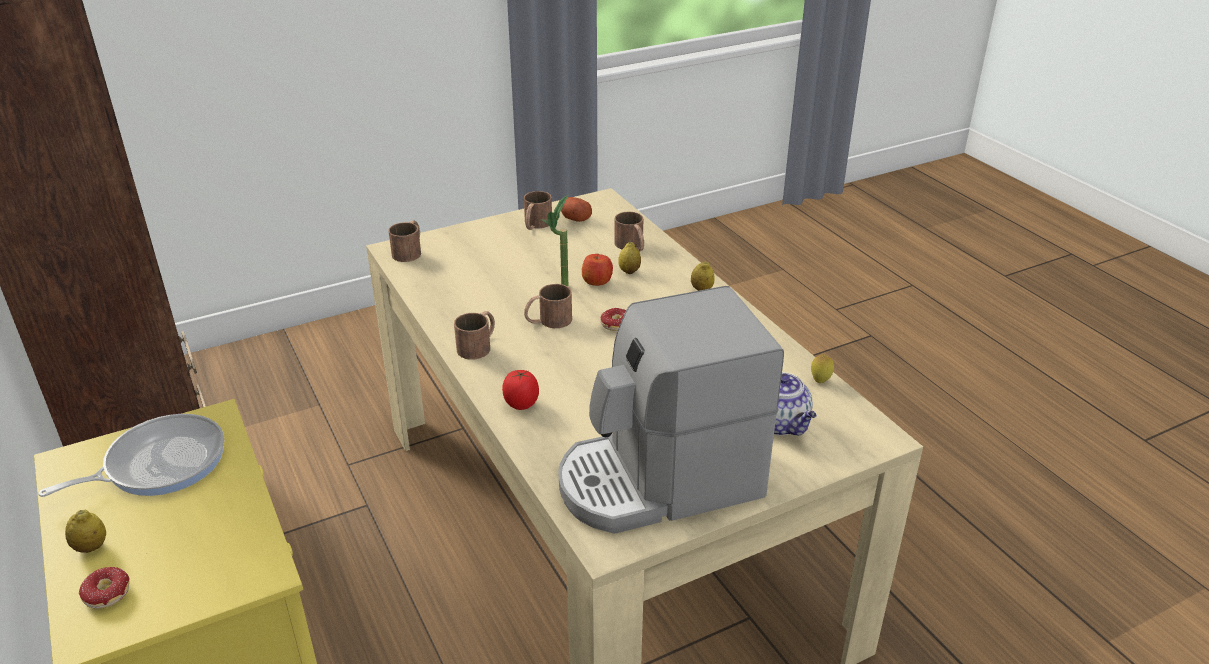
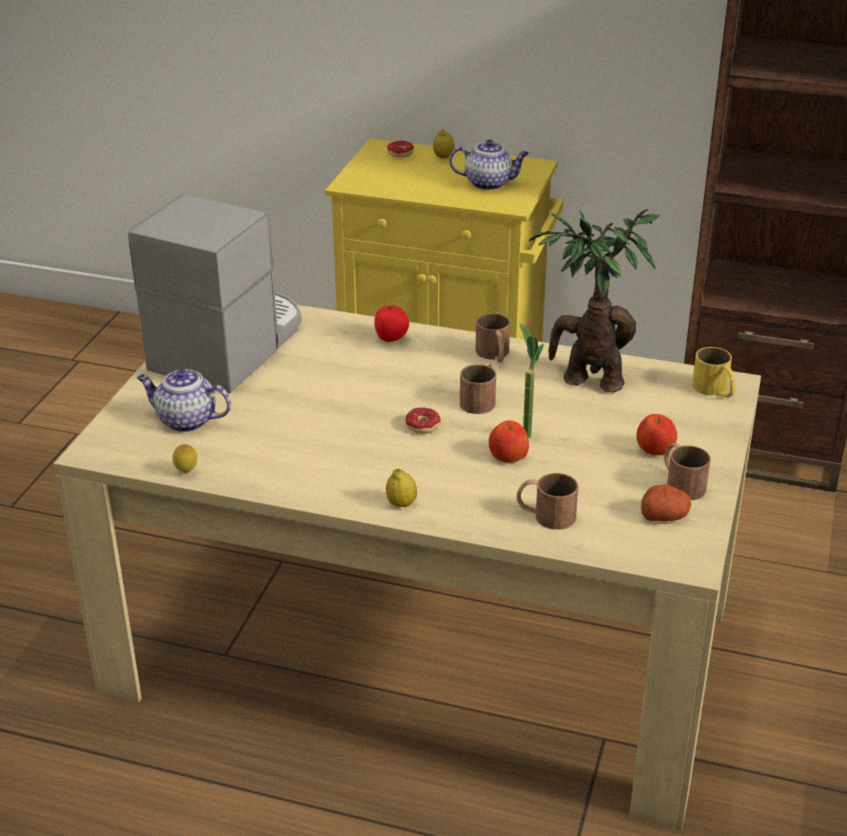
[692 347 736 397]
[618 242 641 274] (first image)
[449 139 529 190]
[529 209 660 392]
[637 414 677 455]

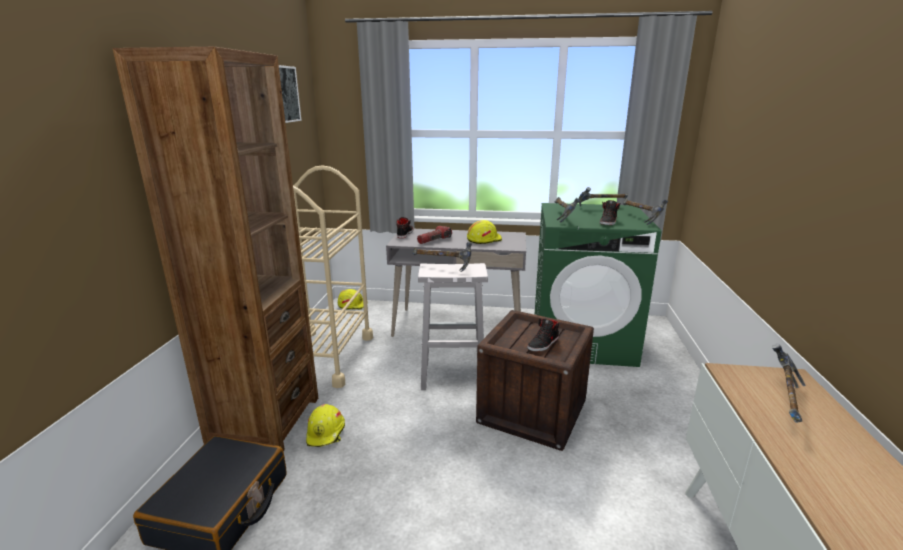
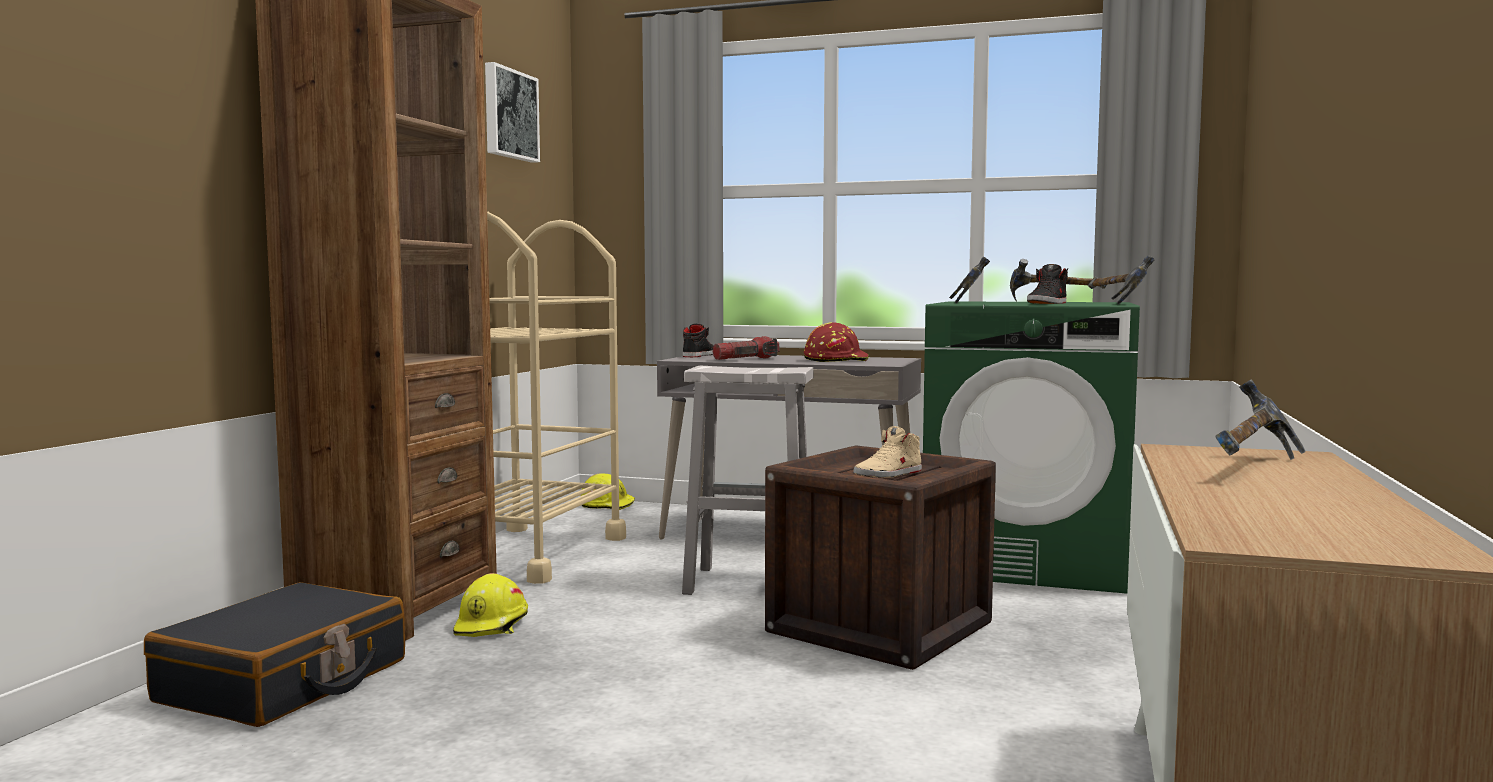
[804 322 869 362]
[413 242 472 272] (first image)
[853 426 922 478]

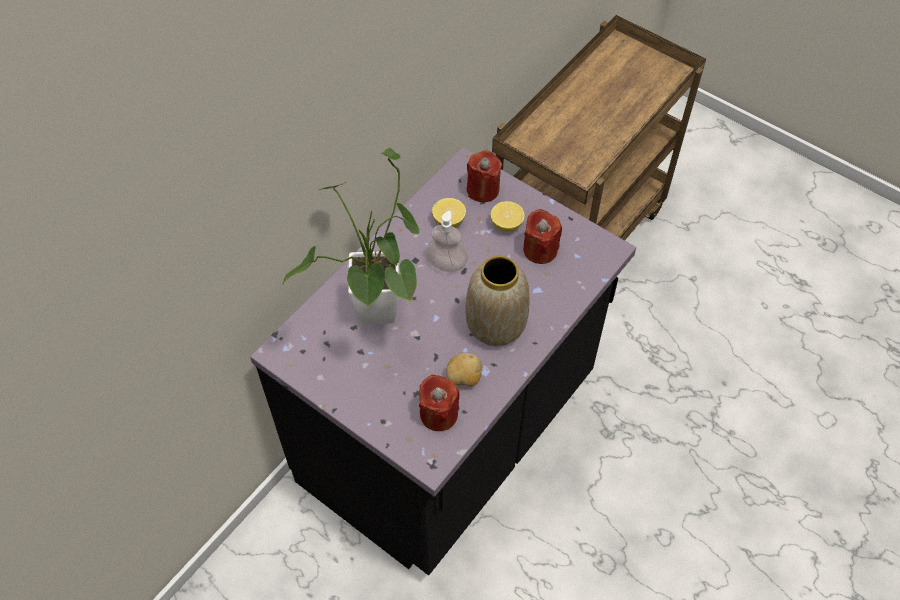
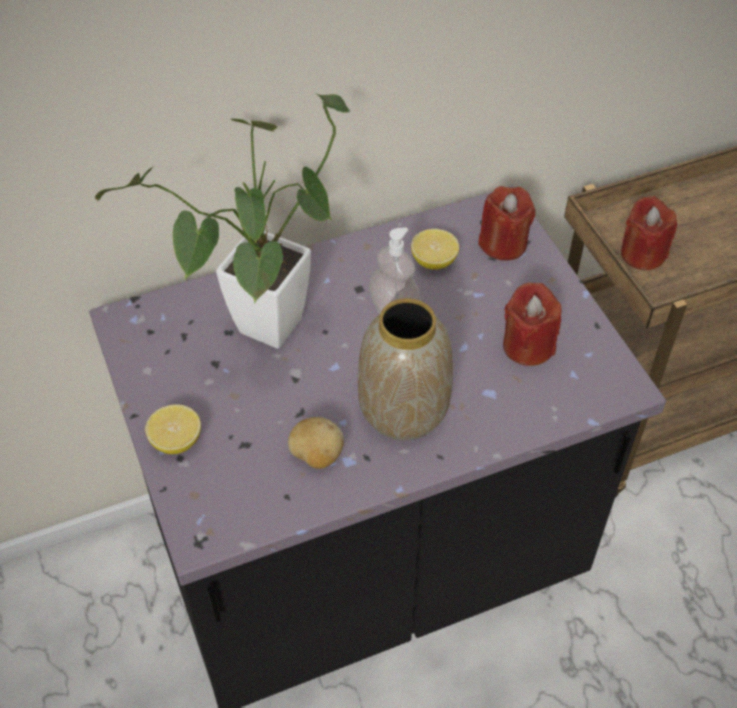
[145 404 201 454]
[621 196 677 270]

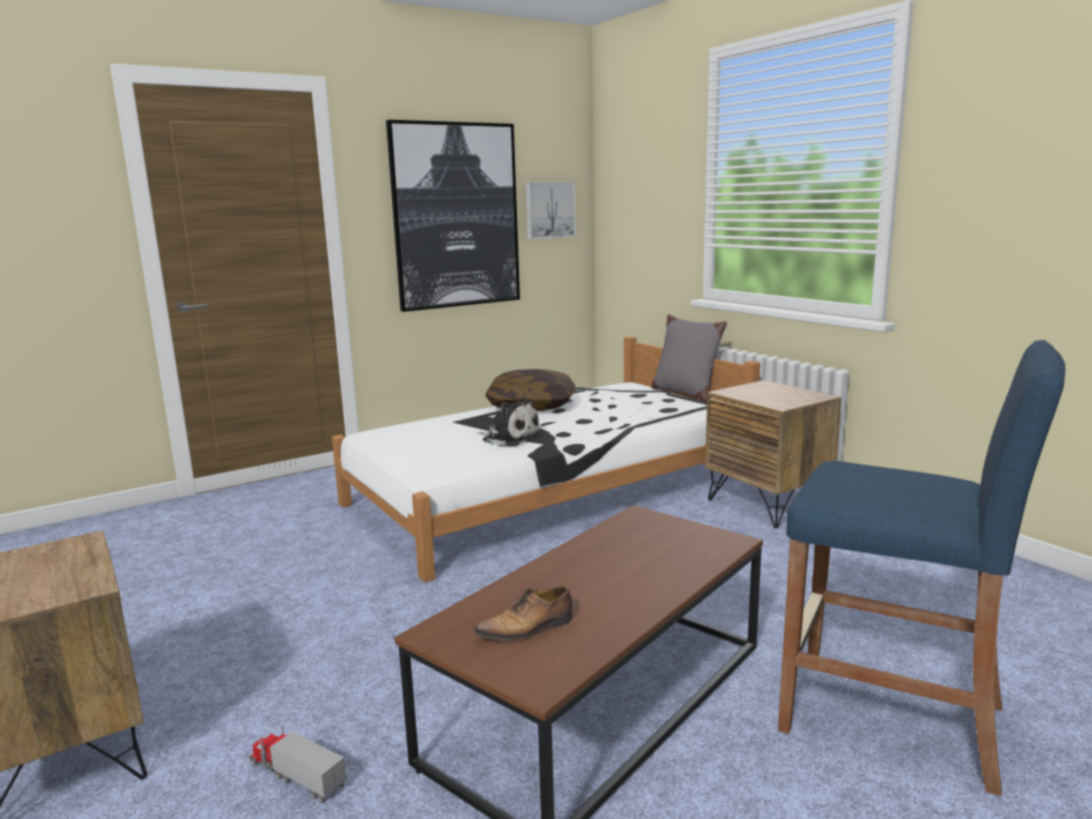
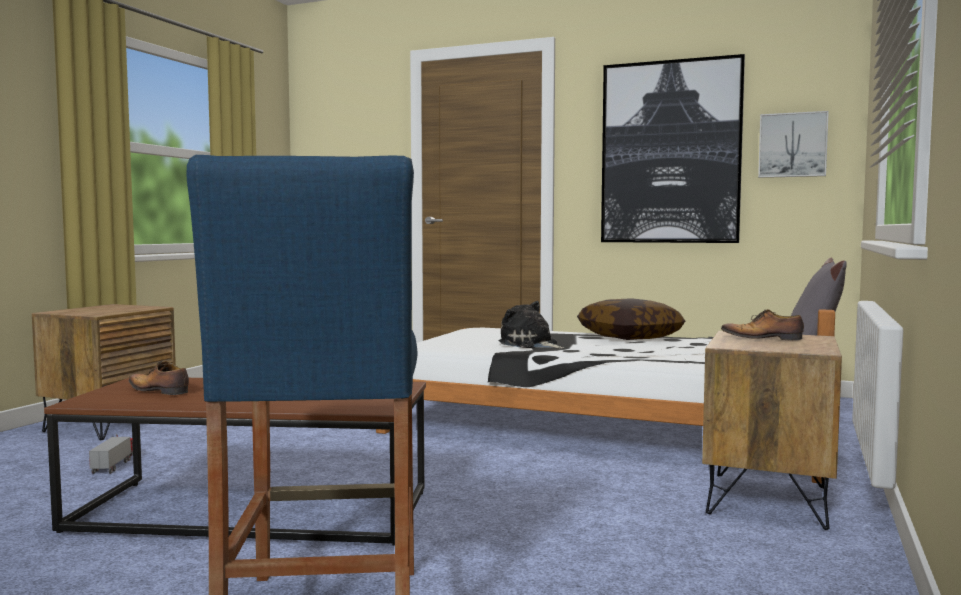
[499 301 564 349]
[721 309 804 340]

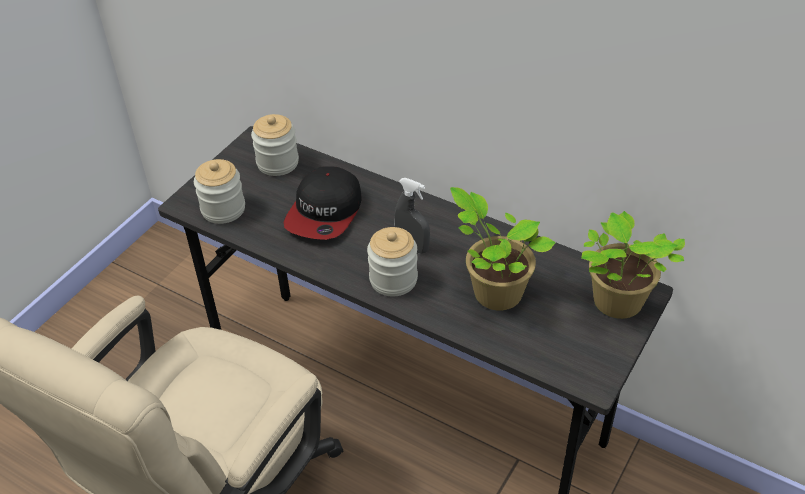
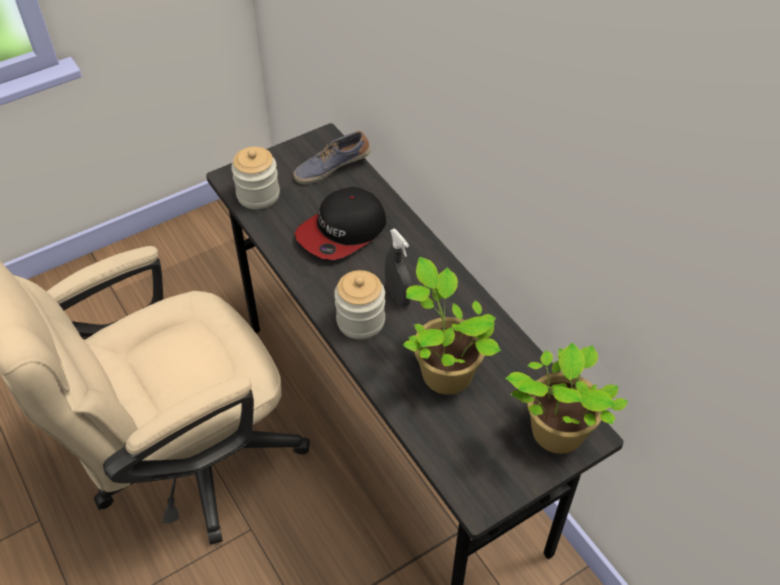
[293 131 371 184]

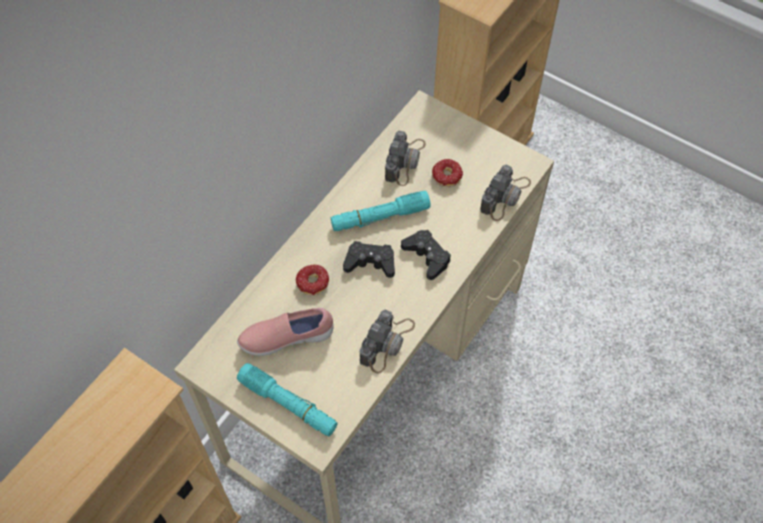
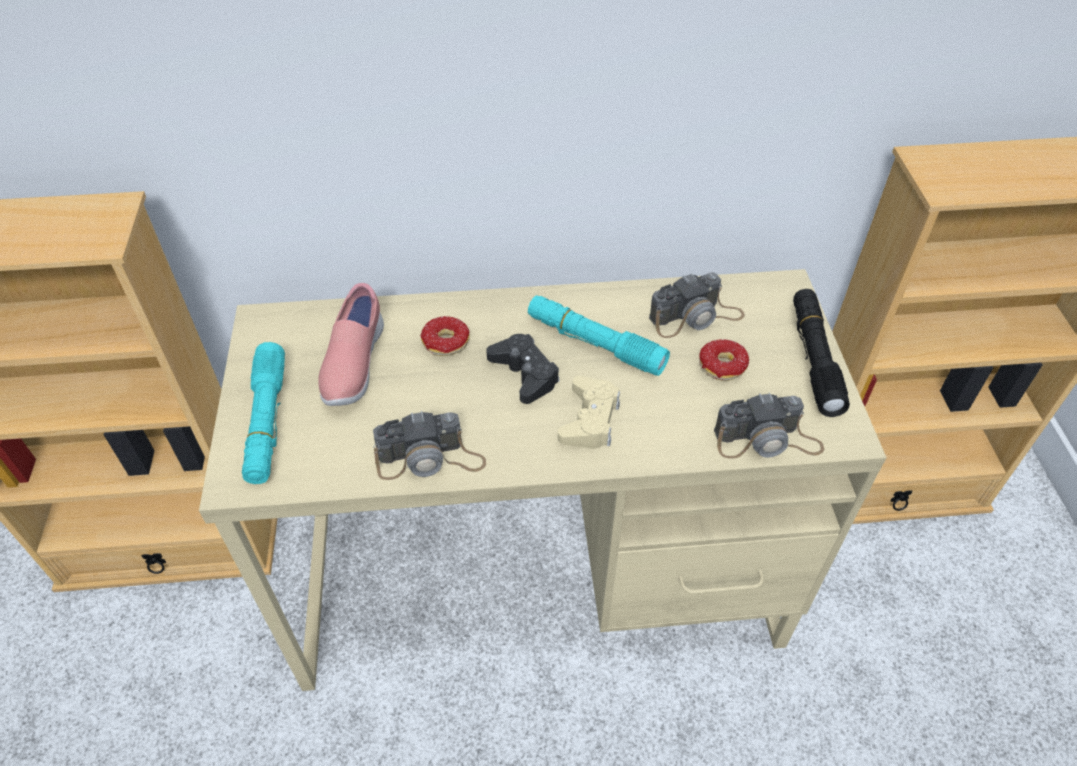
[558 376 620 449]
[318 283 384 406]
[793 289 850 417]

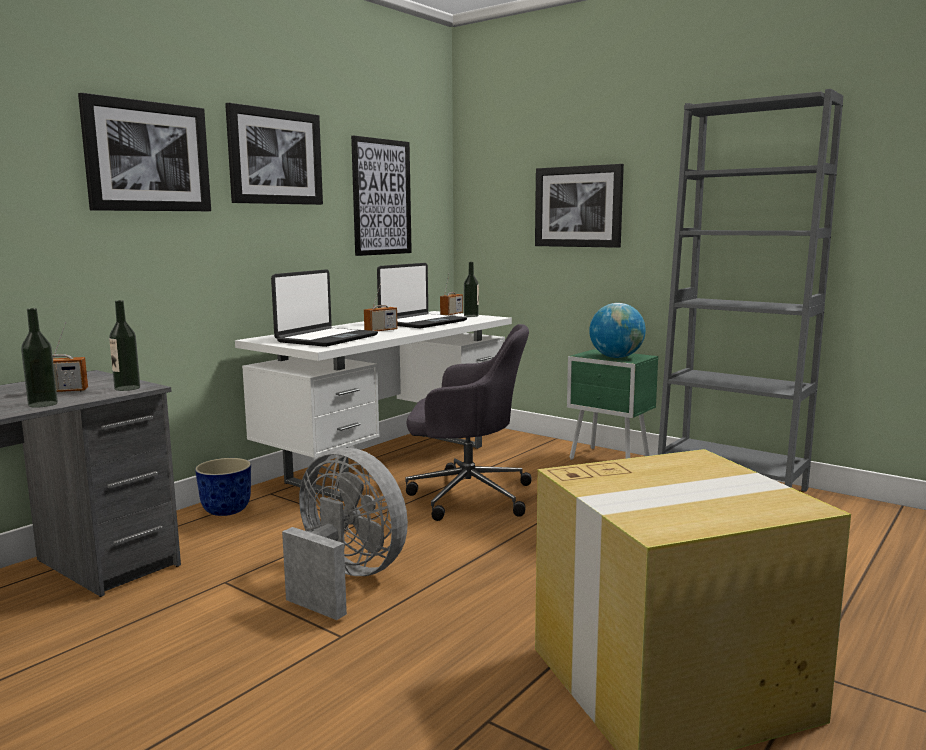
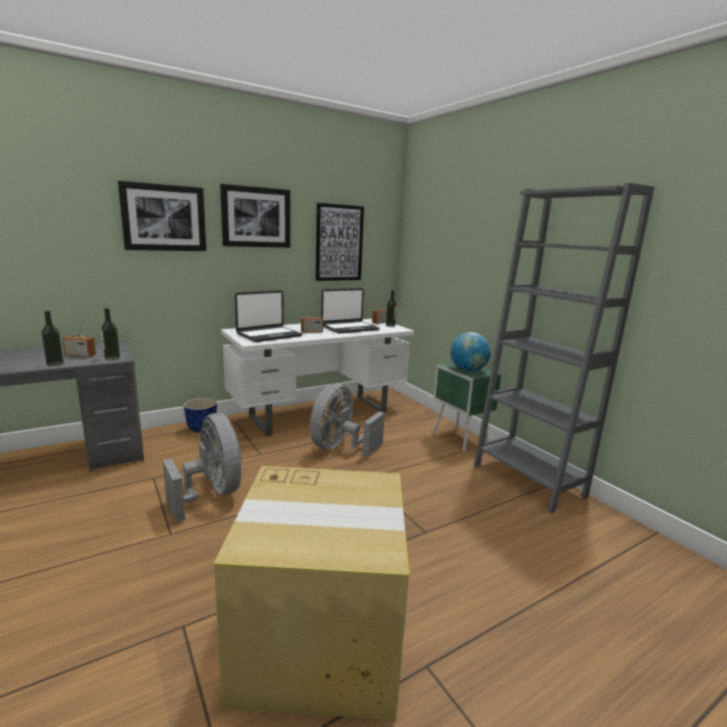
[535 164 624 248] (first image)
[310 384 385 457]

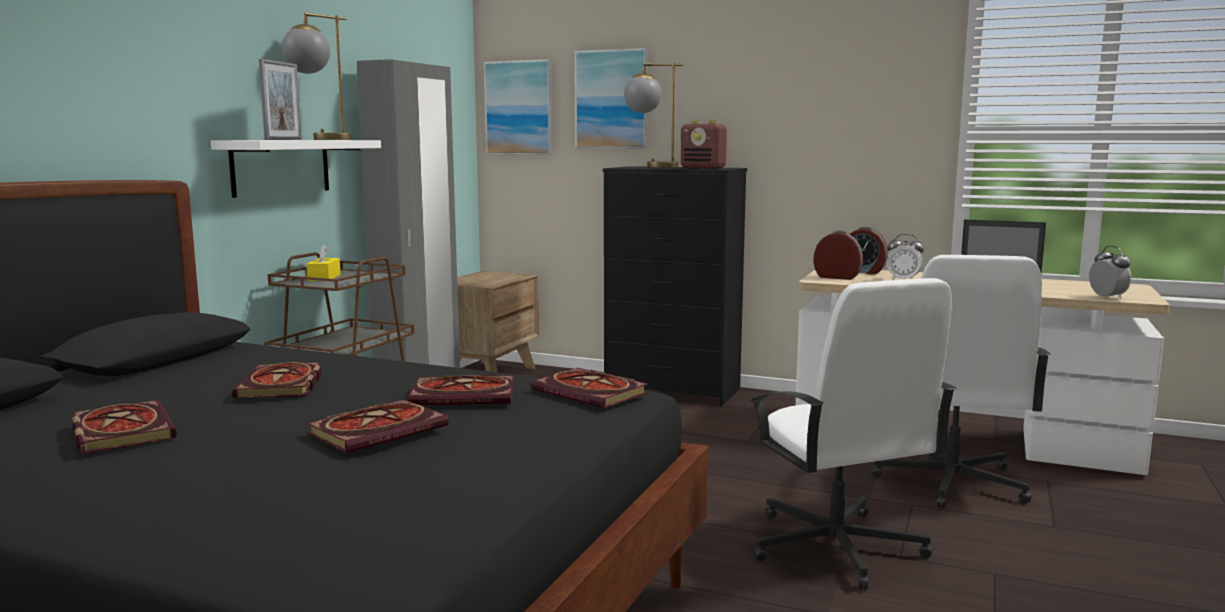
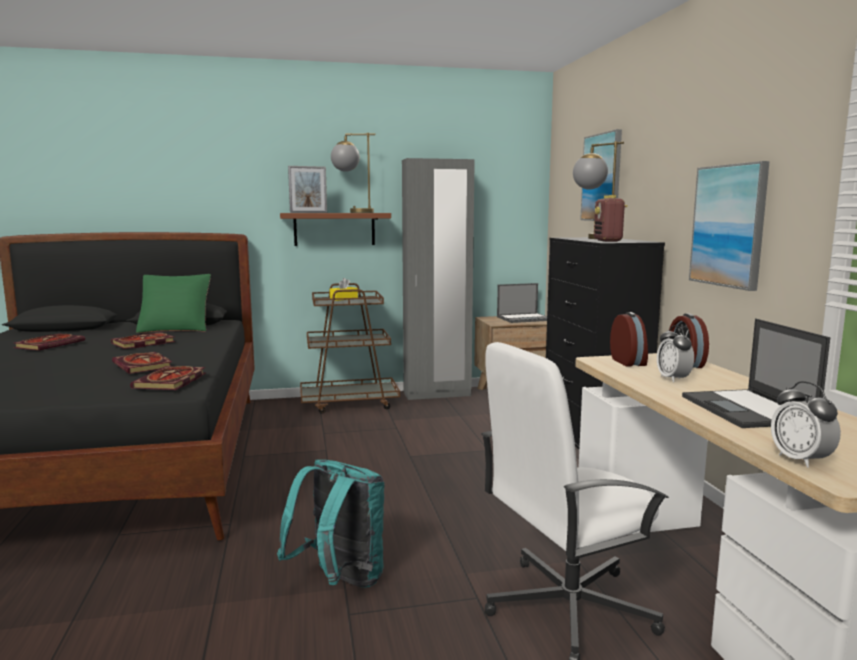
[689 161 770 291]
[280 213 391 246]
[771 381 841 468]
[277 460 385 588]
[306 399 449 453] (first image)
[136 274 211 333]
[497 283 547 323]

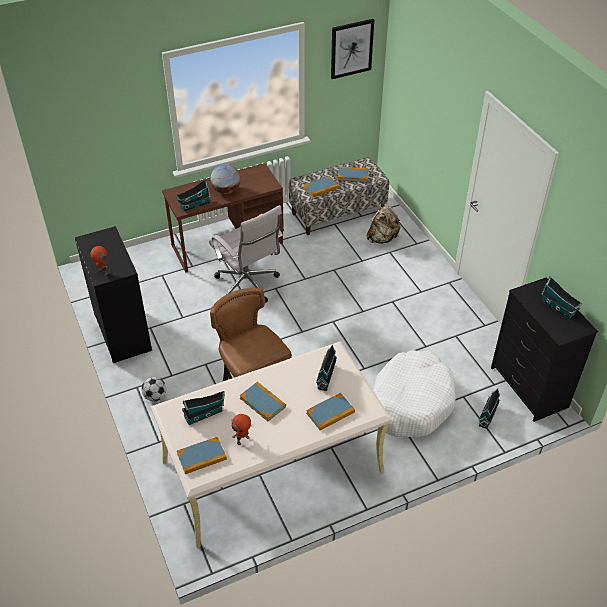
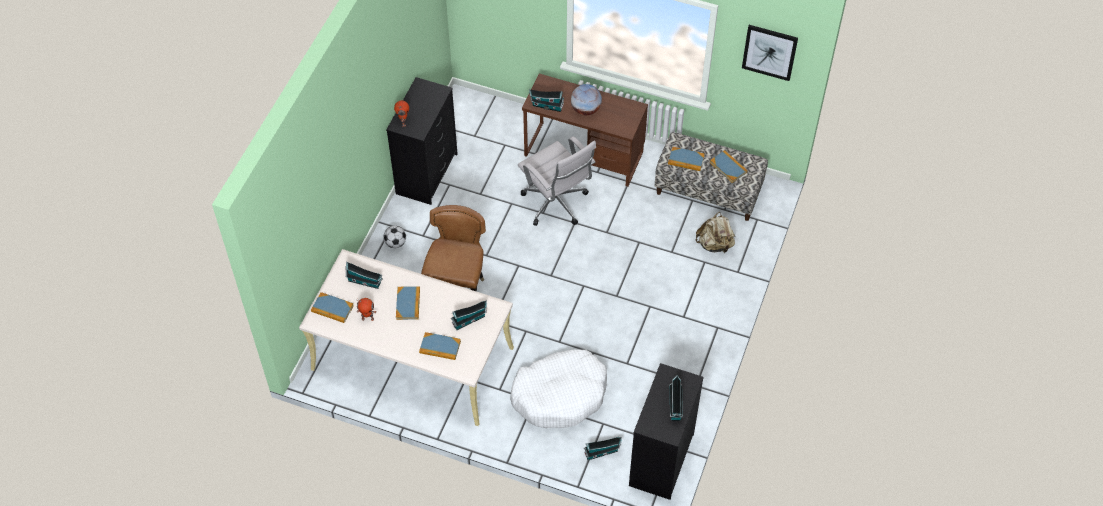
[518 136 596 226]

